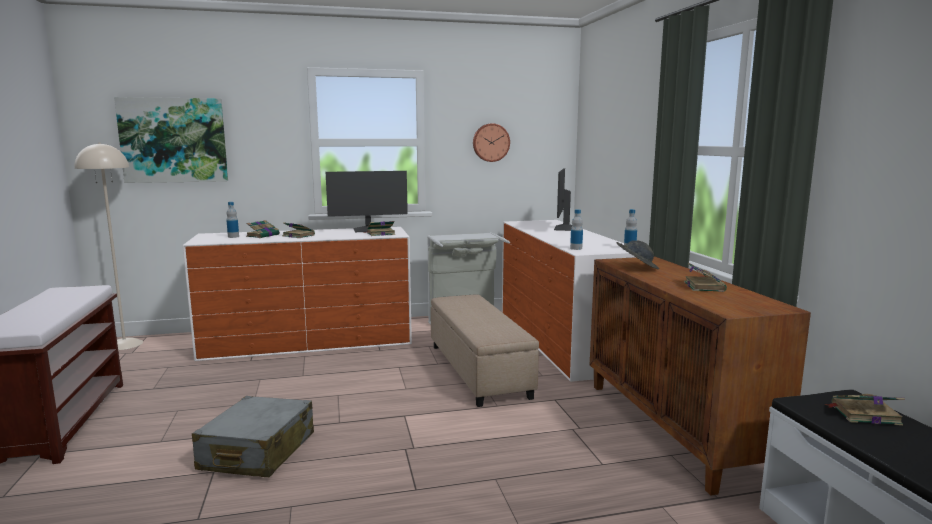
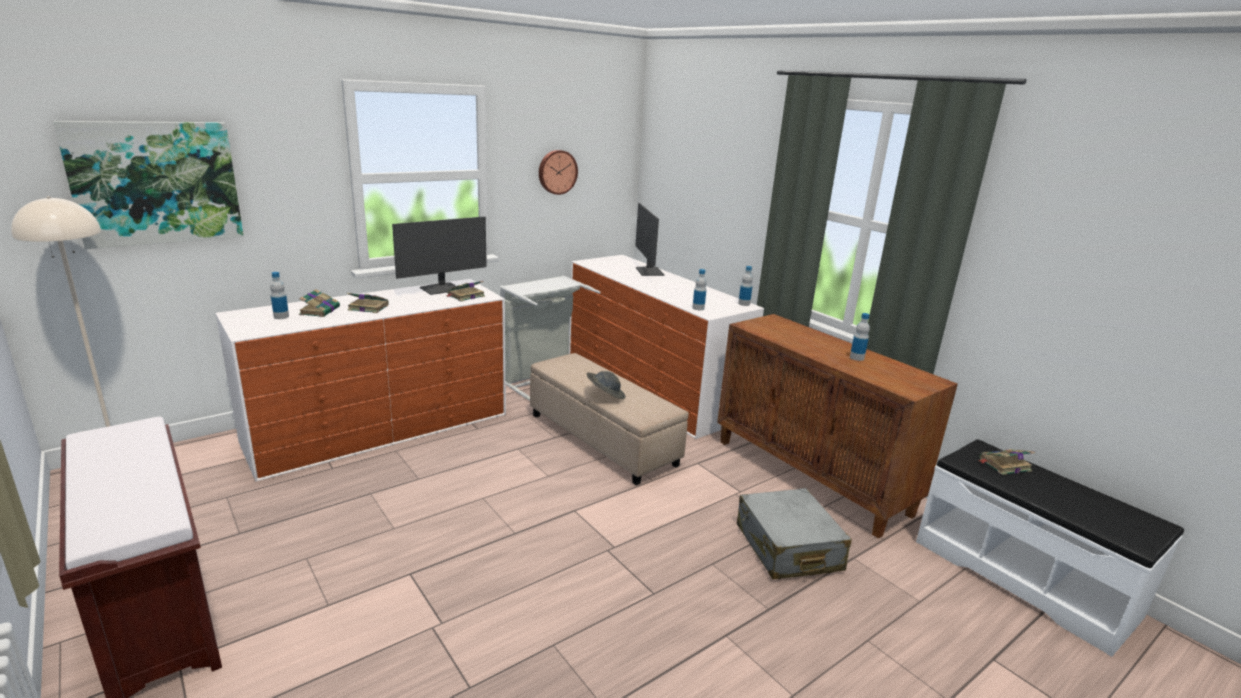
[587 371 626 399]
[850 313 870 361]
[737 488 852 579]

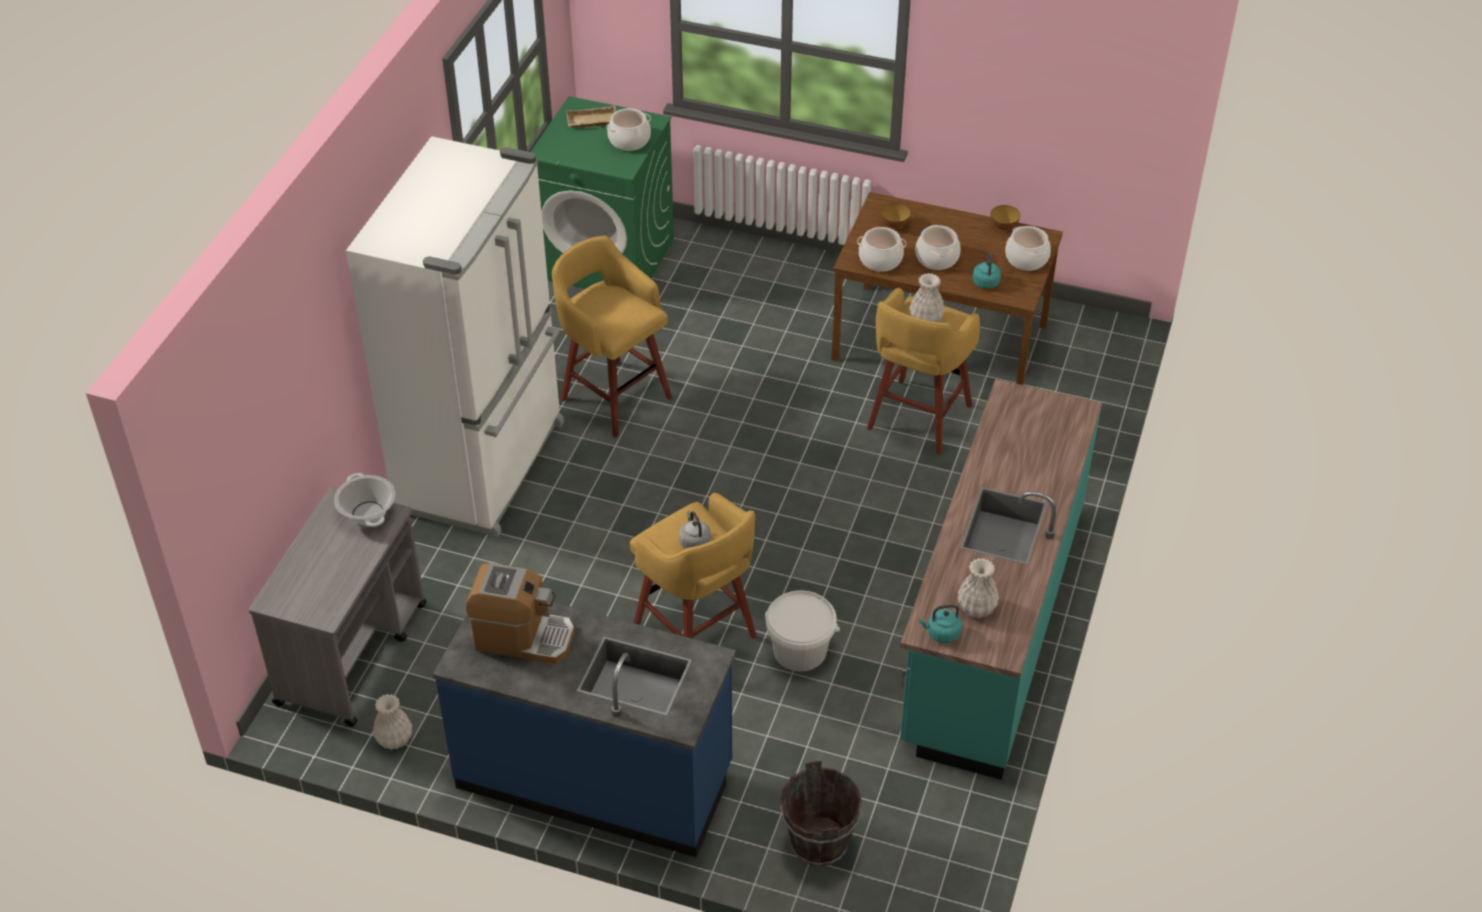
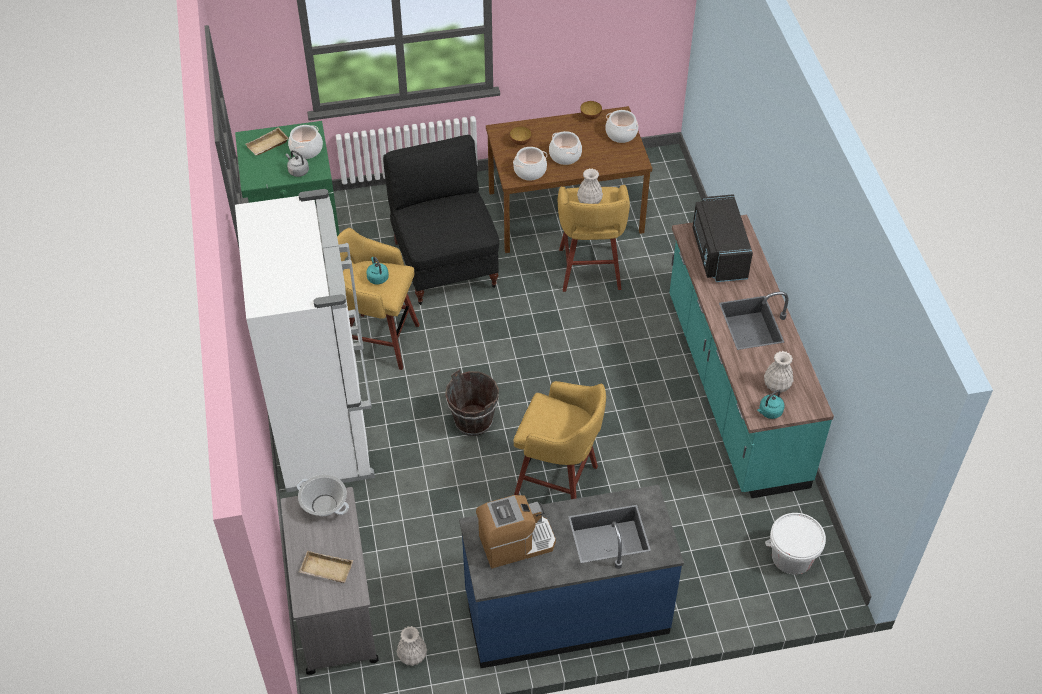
[366 257 389 284]
[286 150 309 177]
[765 513 826 575]
[445 369 499 436]
[383 135 499 305]
[692 194 753 282]
[299 550 353 583]

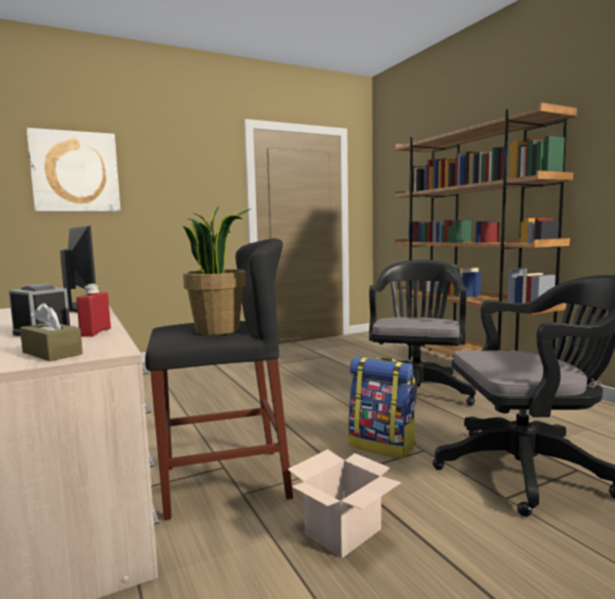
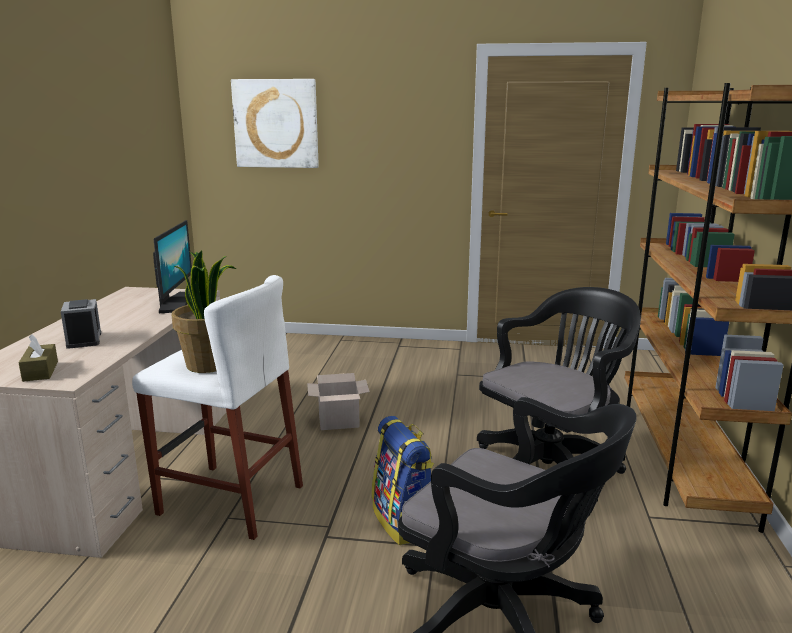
[132 275 303 540]
[76 284 111 337] (first image)
[307 373 370 430]

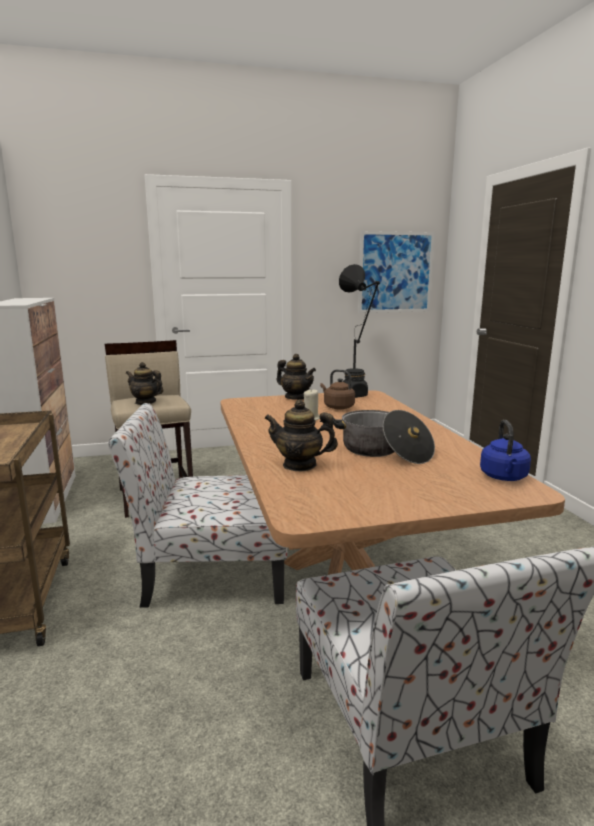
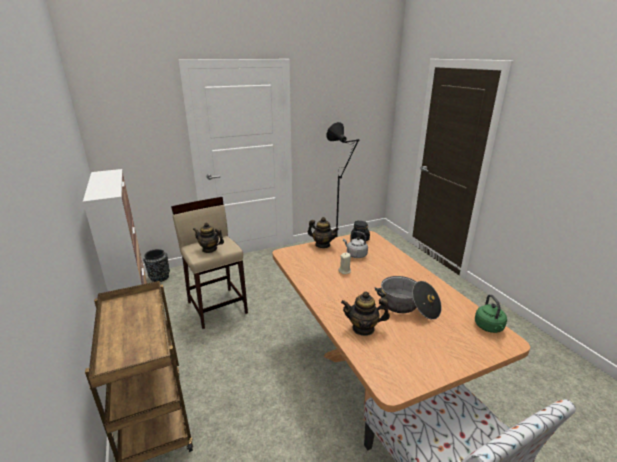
[358 231 435 313] (first image)
[343 231 368 258]
[108 403 288 608] (first image)
[475 294 507 333]
[143 249 170 282]

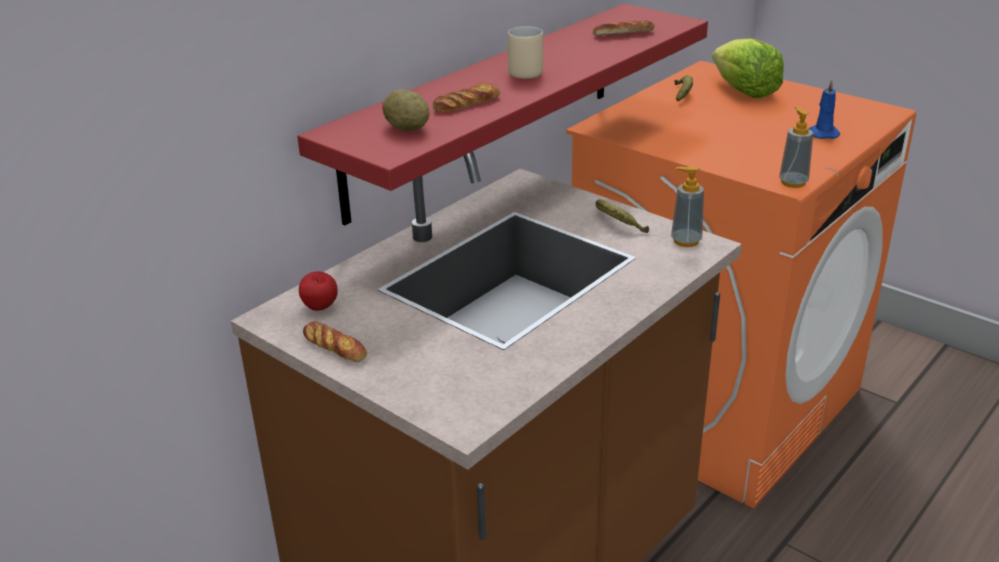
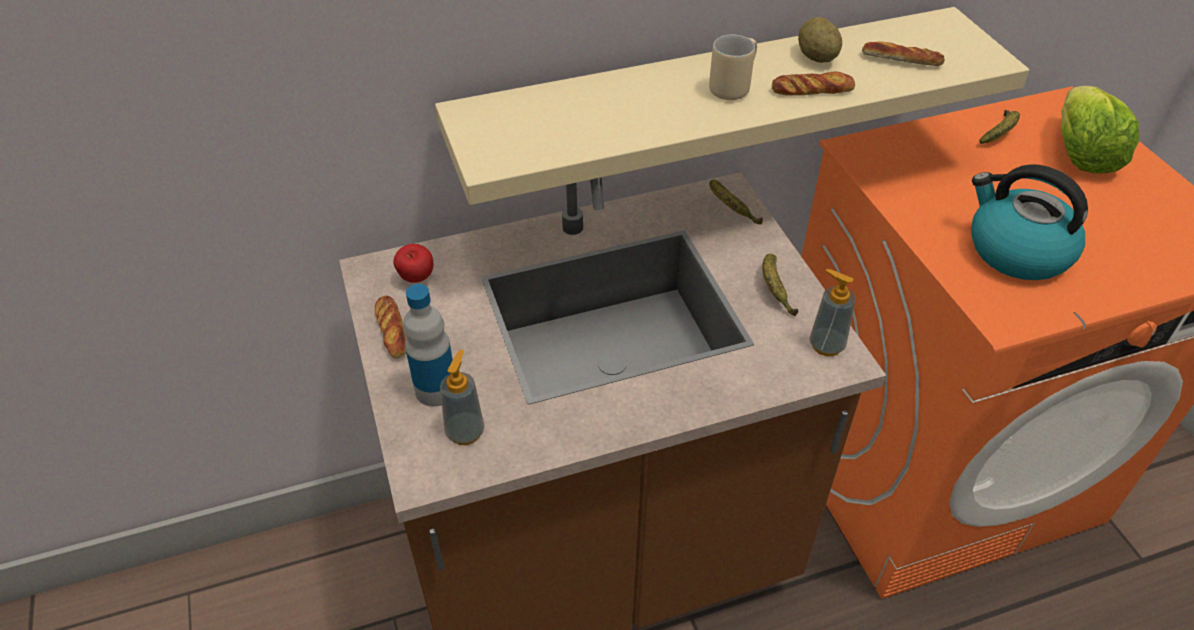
[435 7 1030 205]
[809 80 840 139] (first image)
[772 72 855 96]
[798 17 842 63]
[440 349 484 445]
[971 164 1088 280]
[710 179 763 225]
[403 284 453 407]

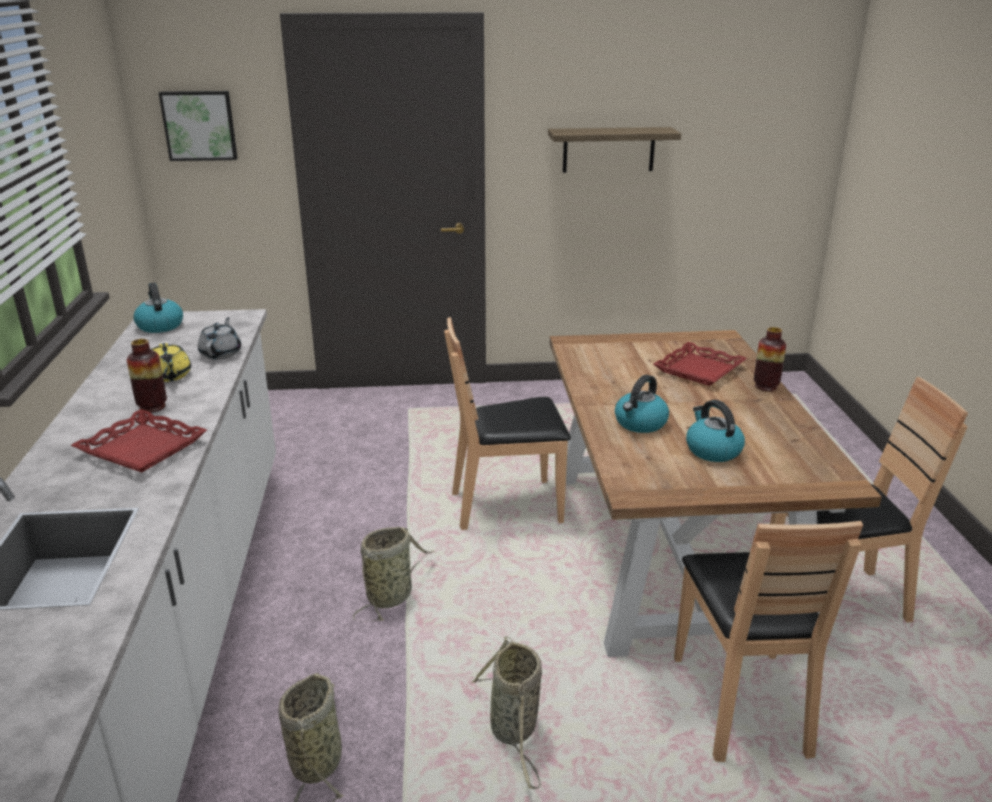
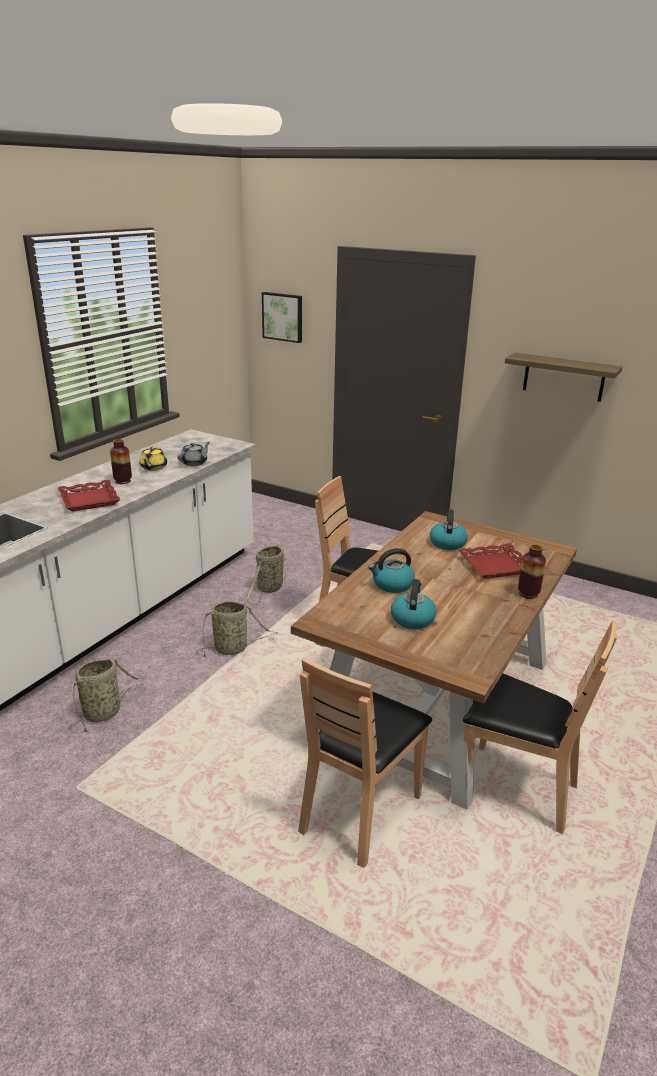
[430 509 468 550]
[246 544 287 605]

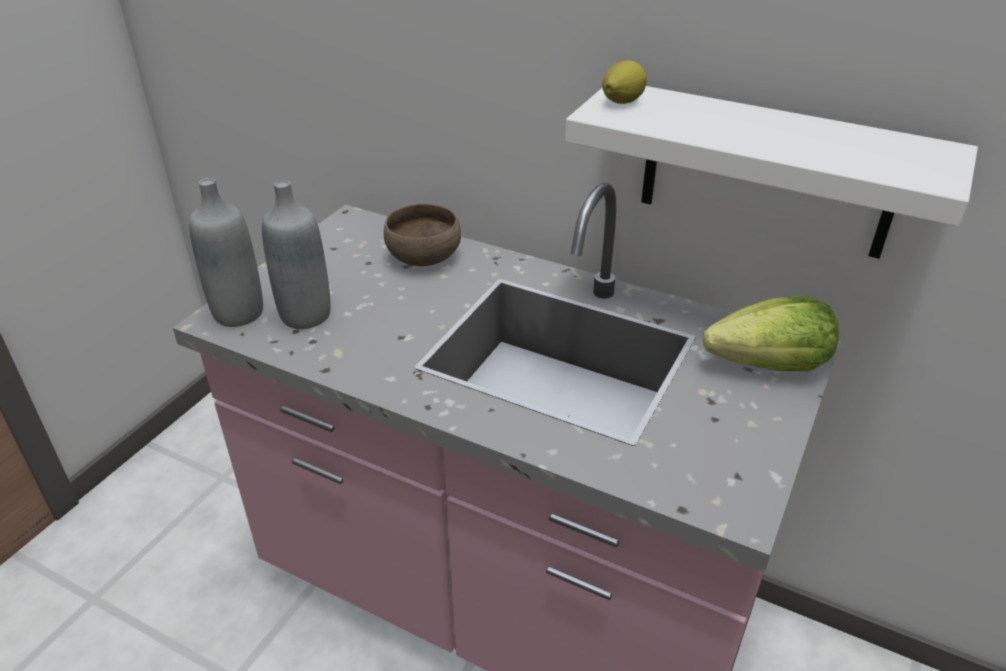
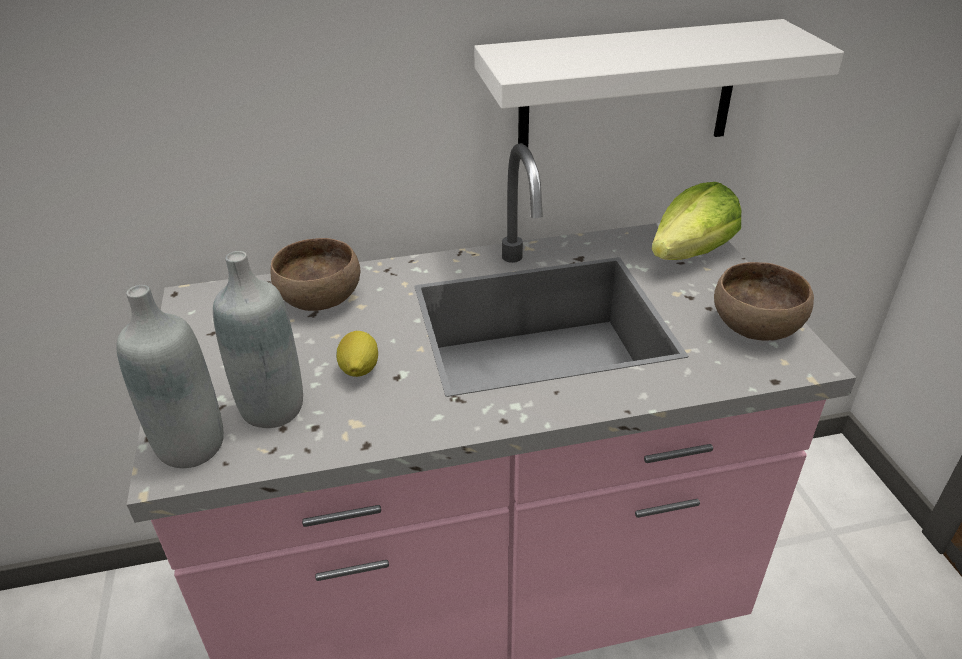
[336 331 378 377]
[714 262 814 341]

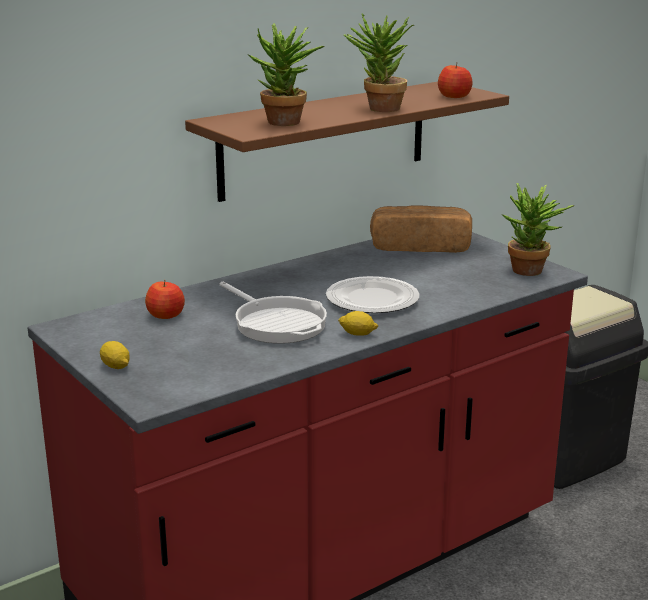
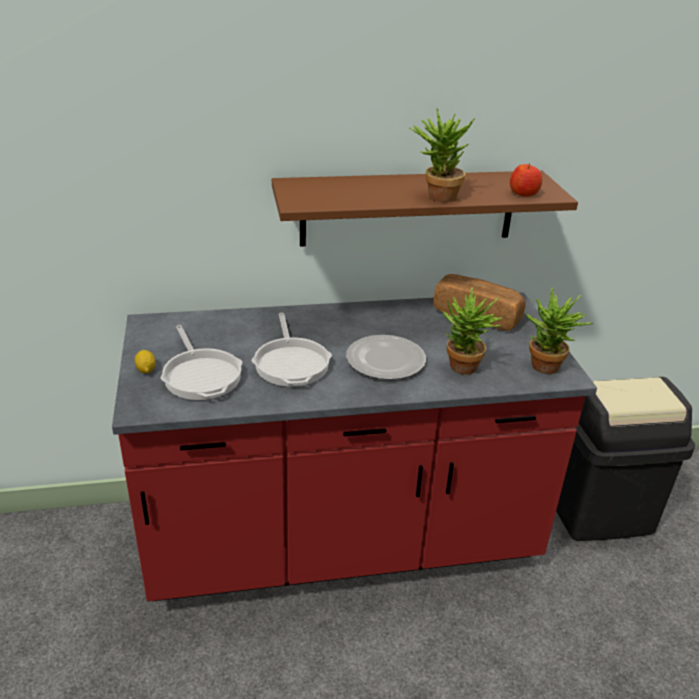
[442 287 503 375]
[145 280 185 319] (first image)
[338 311 378 336] (first image)
[161 325 242 400]

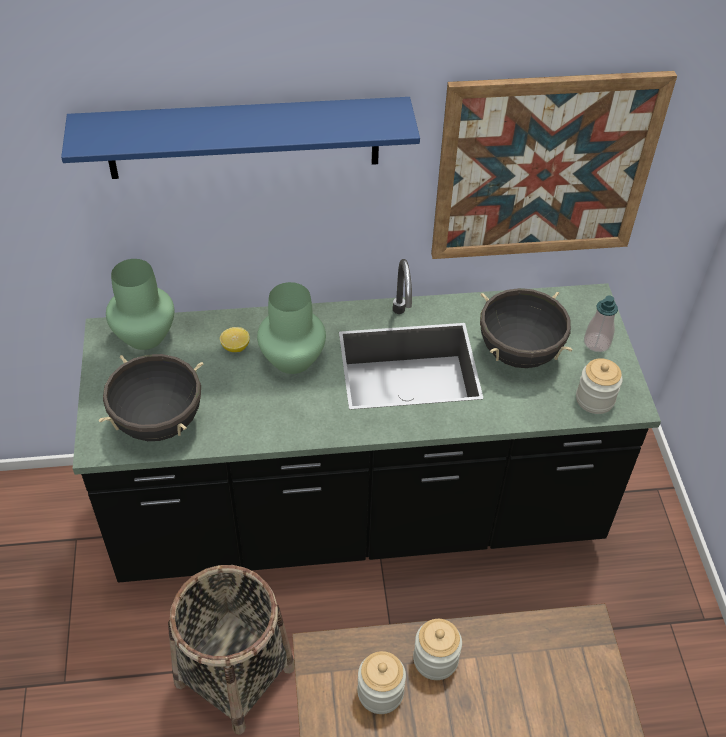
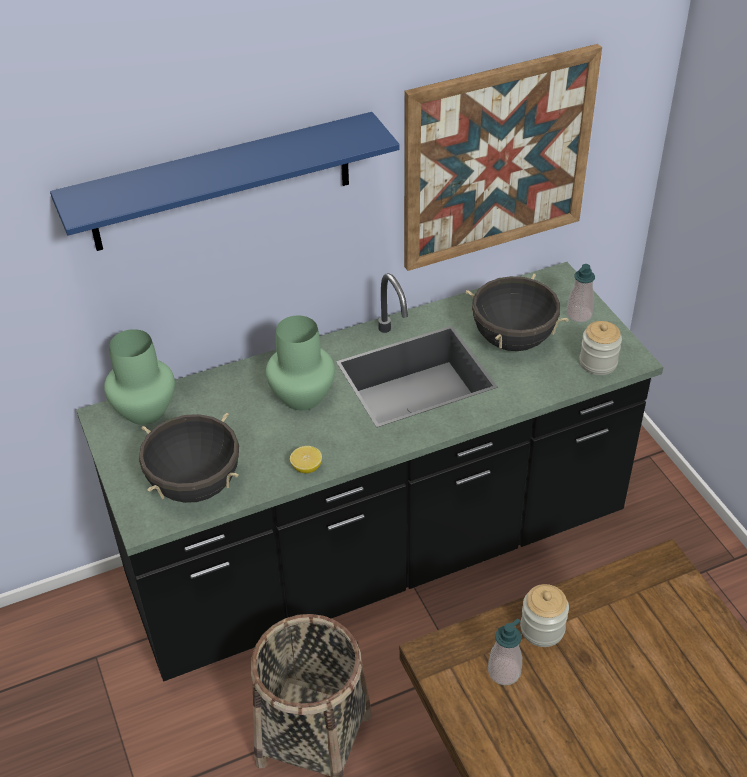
[290 446 322 473]
[488 618 522 685]

